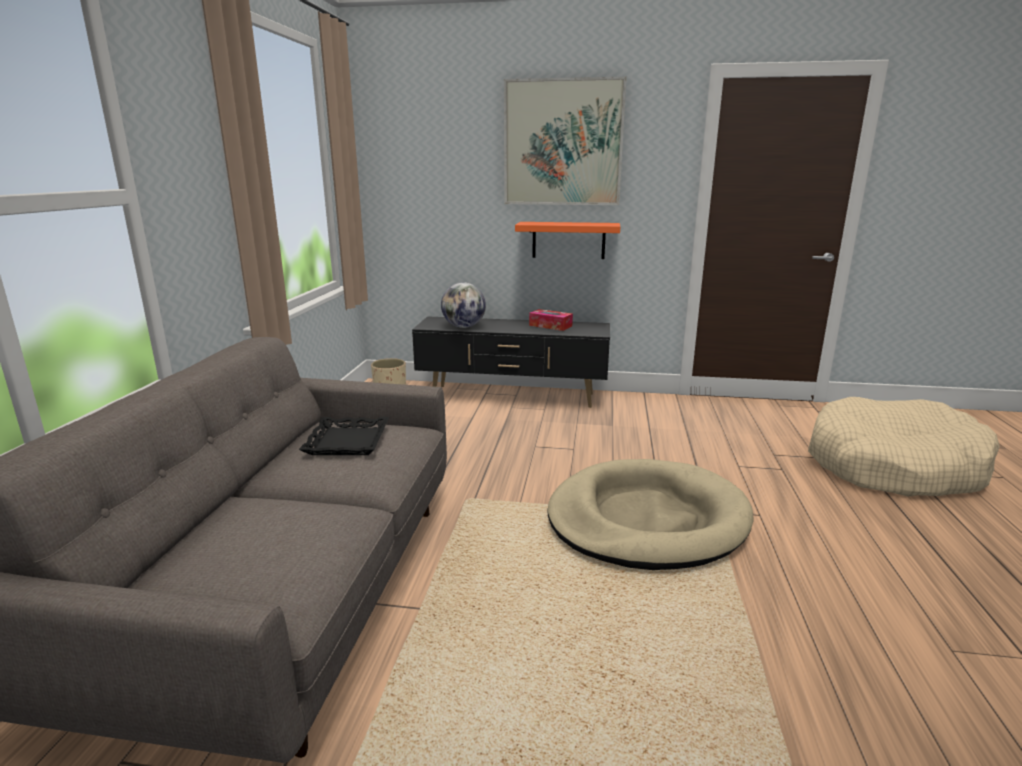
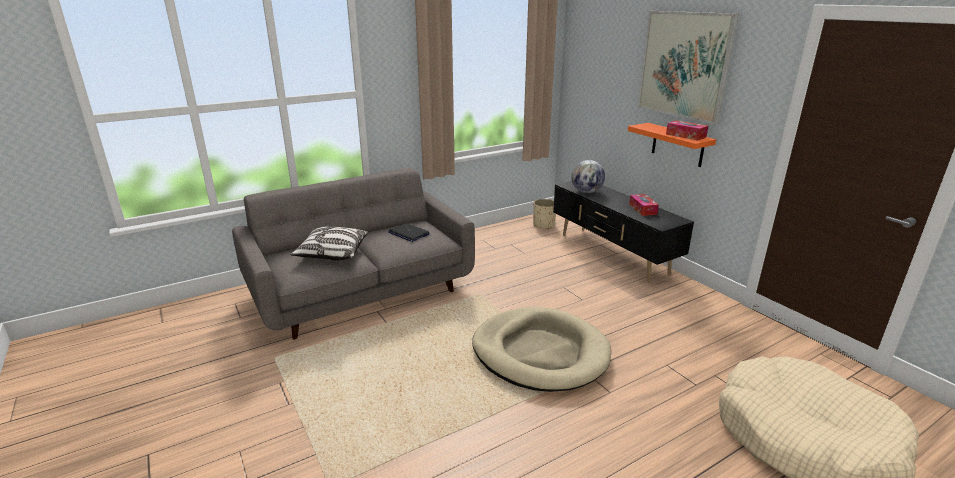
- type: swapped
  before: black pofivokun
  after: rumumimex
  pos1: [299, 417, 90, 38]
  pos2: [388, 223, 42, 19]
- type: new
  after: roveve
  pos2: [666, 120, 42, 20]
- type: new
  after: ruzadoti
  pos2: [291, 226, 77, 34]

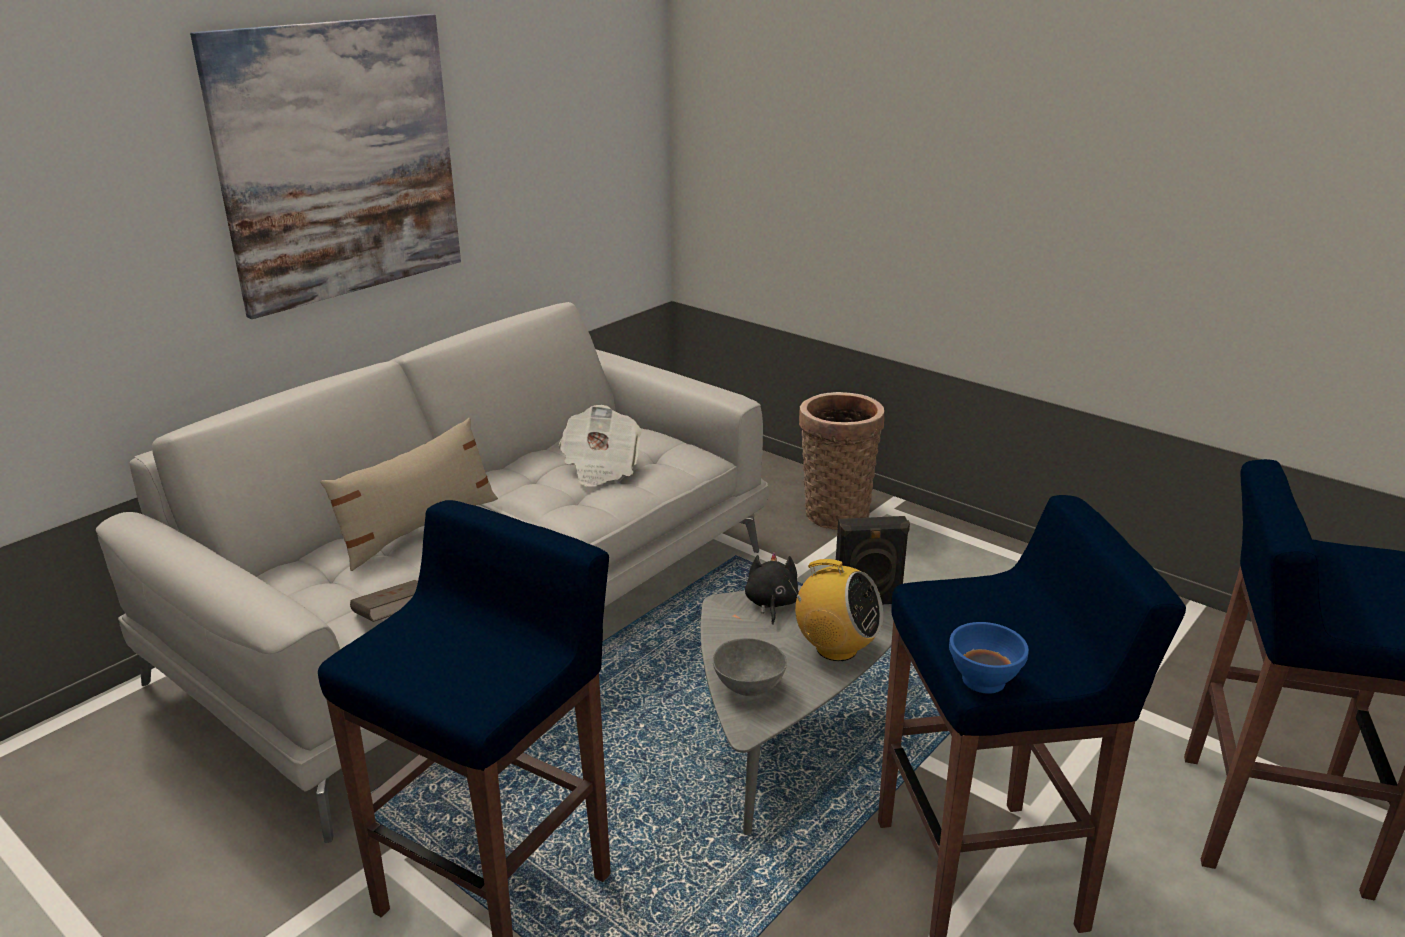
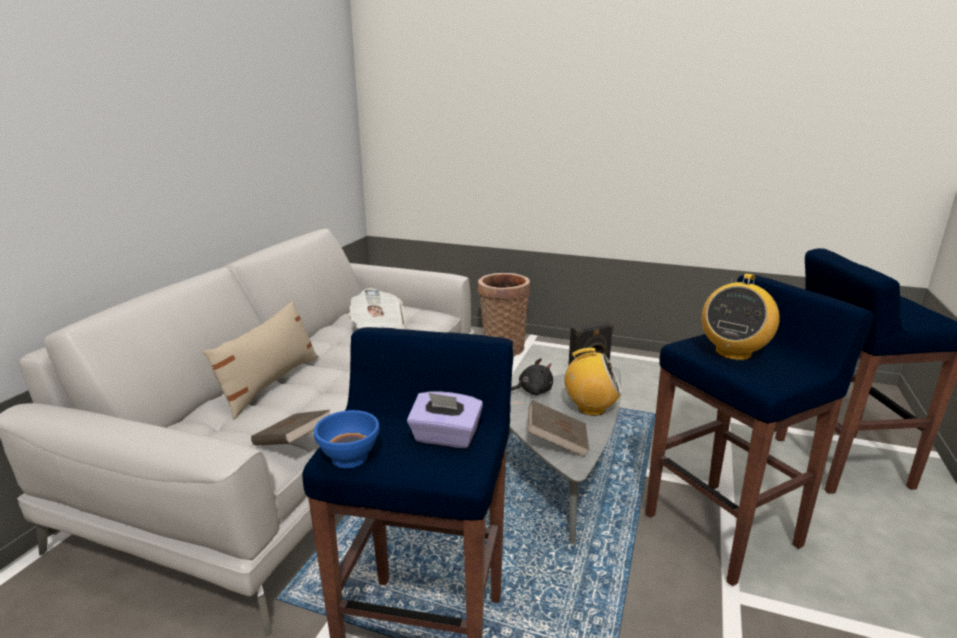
- type: gone
  before: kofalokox
  pos1: [190, 14, 271, 305]
- type: rotated
  before: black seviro
  pos1: [745, 552, 54, 73]
  pos2: [511, 358, 42, 37]
  turn: 90
- type: shifted
  before: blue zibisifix
  pos1: [949, 622, 80, 72]
  pos2: [314, 410, 65, 59]
- type: swapped
  before: grey zibisifix
  after: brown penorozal
  pos1: [713, 638, 74, 58]
  pos2: [528, 400, 61, 57]
- type: new
  after: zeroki
  pos2: [701, 273, 79, 88]
- type: new
  after: purple roveve
  pos2: [407, 391, 76, 57]

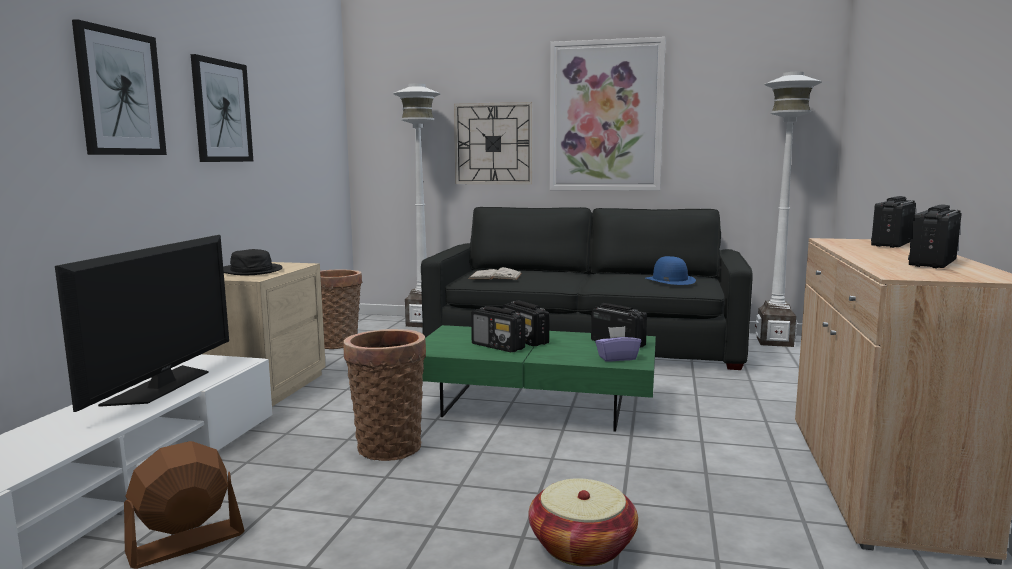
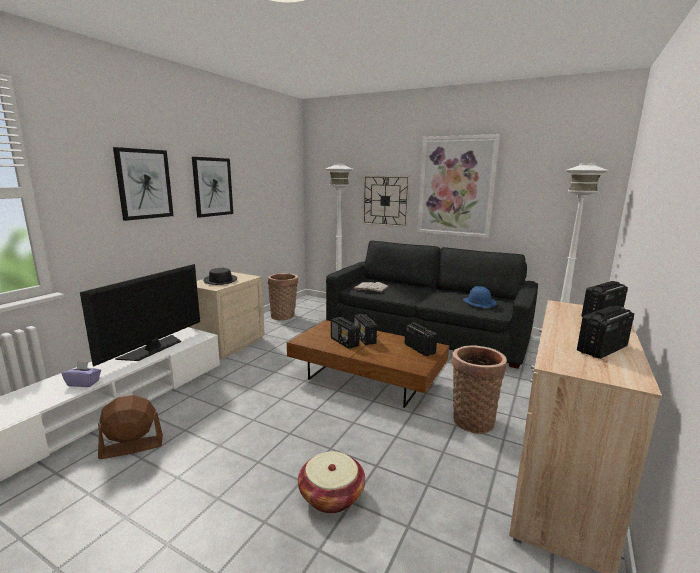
- type: repainted
  before: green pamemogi
  after: brown pamemogi
  pos1: [422, 325, 234, 107]
  pos2: [287, 320, 162, 88]
- type: shifted
  before: purple roveve
  pos1: [595, 326, 46, 36]
  pos2: [62, 361, 39, 26]
- type: shifted
  before: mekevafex
  pos1: [343, 329, 83, 132]
  pos2: [452, 346, 55, 88]

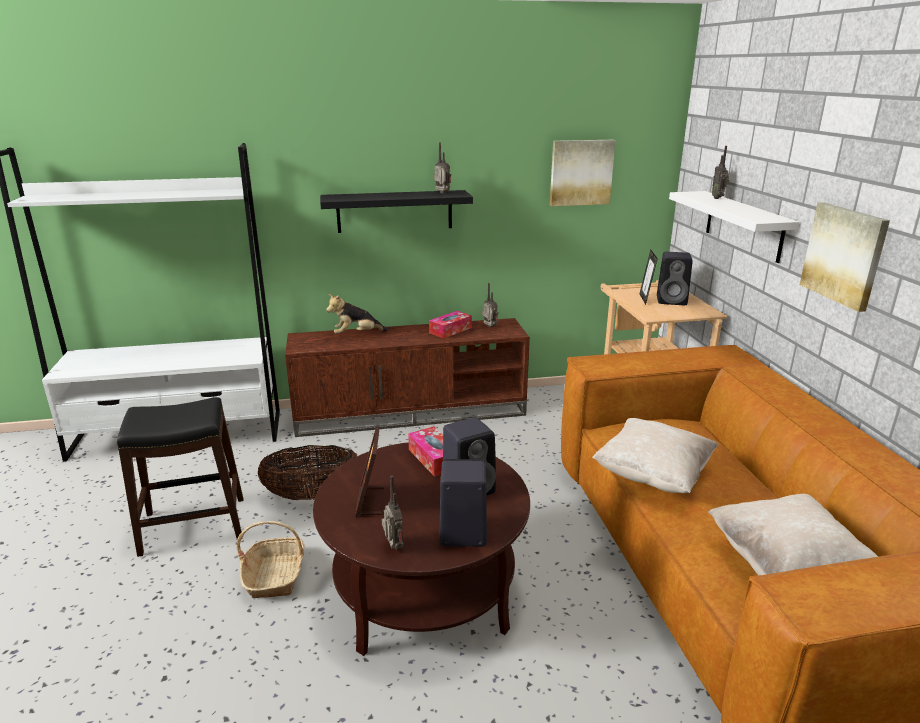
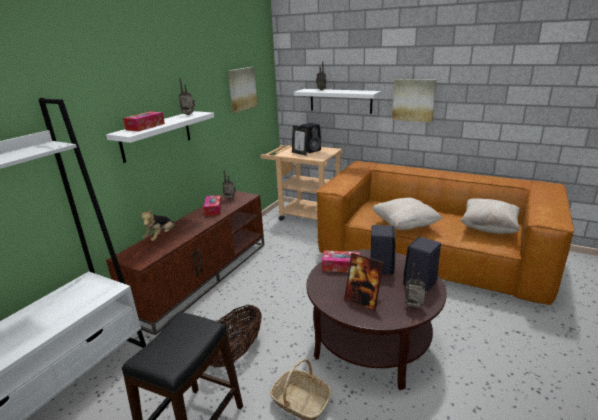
- type: repainted
  before: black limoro
  after: white limoro
  pos1: [320, 190, 153, 43]
  pos2: [106, 111, 108, 52]
- type: new
  after: roveve
  pos2: [123, 112, 42, 19]

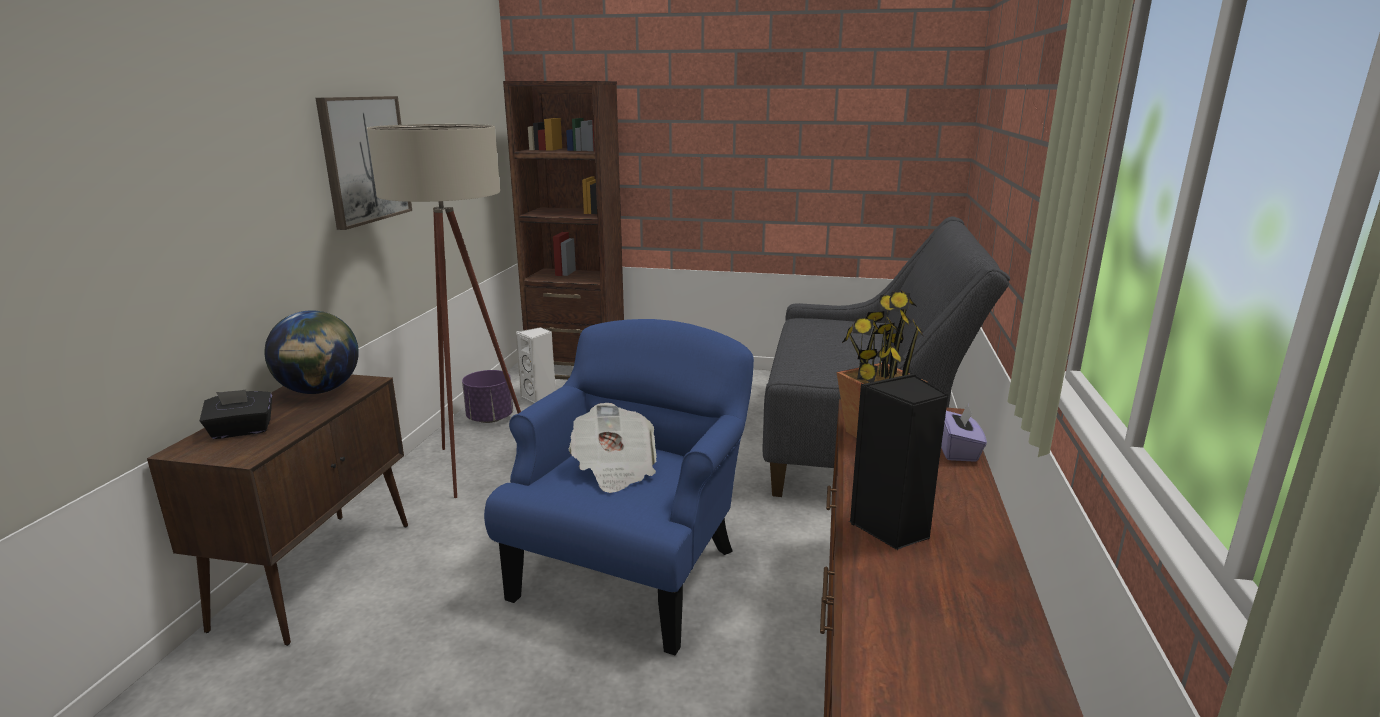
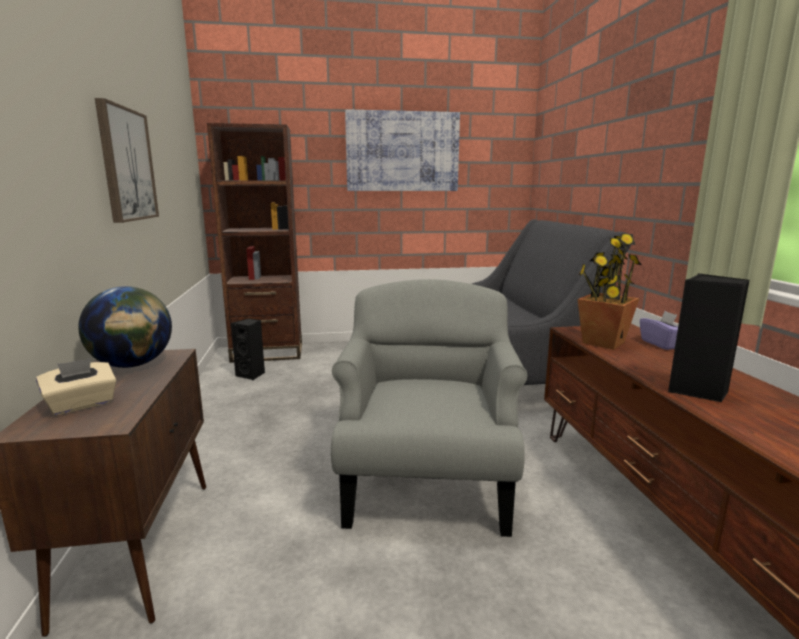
- type: gone
  before: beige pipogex
  pos1: [367, 124, 154, 374]
- type: repainted
  before: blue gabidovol
  after: grey gabidovol
  pos1: [484, 319, 270, 336]
  pos2: [331, 279, 196, 258]
- type: repainted
  before: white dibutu
  after: black dibutu
  pos1: [516, 327, 40, 76]
  pos2: [231, 318, 34, 62]
- type: gone
  before: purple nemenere
  pos1: [462, 370, 51, 53]
- type: repainted
  before: black roveve
  after: beige roveve
  pos1: [200, 390, 72, 49]
  pos2: [36, 358, 81, 58]
- type: gone
  before: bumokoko
  pos1: [569, 403, 87, 90]
- type: new
  after: kofalokox
  pos2: [345, 109, 115, 82]

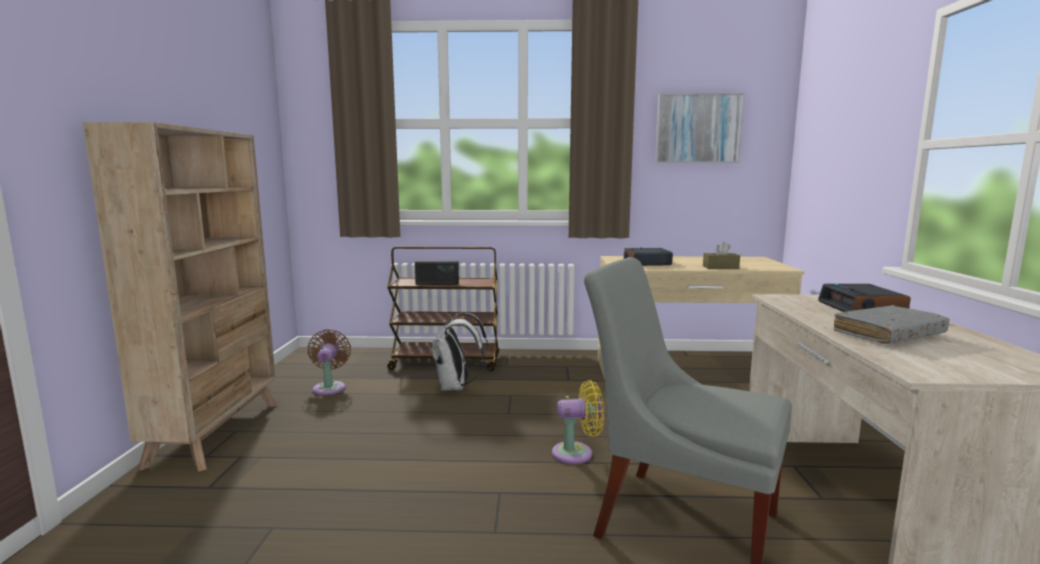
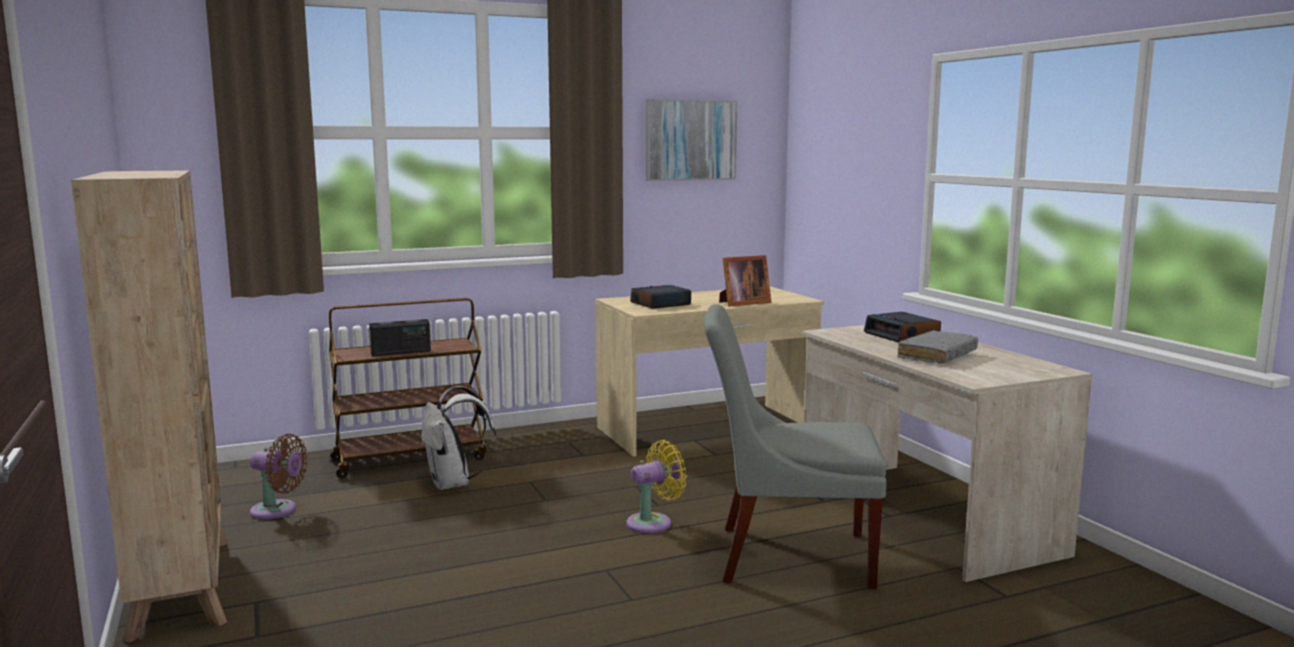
- type: swapped
  before: brown roveve
  after: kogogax
  pos1: [703, 241, 37, 28]
  pos2: [719, 255, 52, 52]
- type: rotated
  before: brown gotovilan
  pos1: [308, 329, 43, 66]
  pos2: [250, 434, 58, 86]
  turn: 135

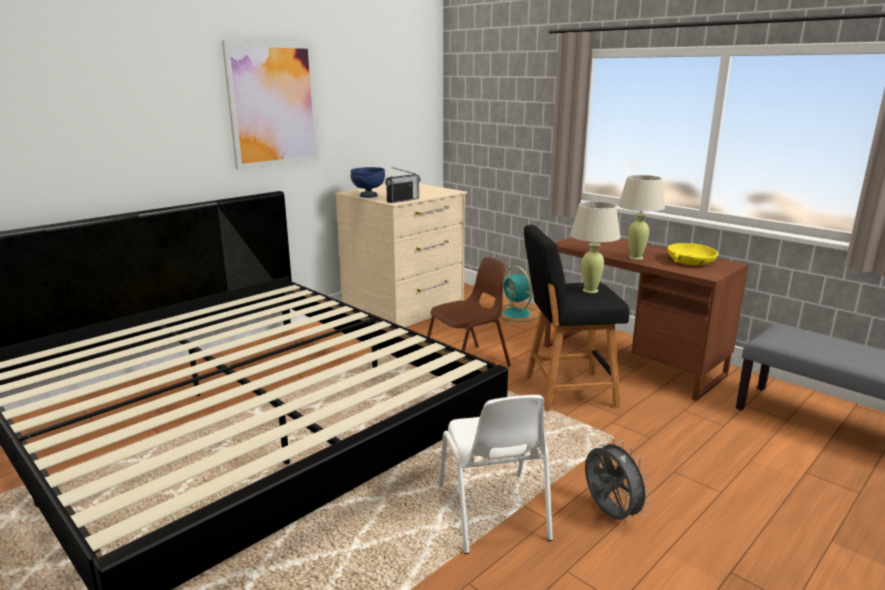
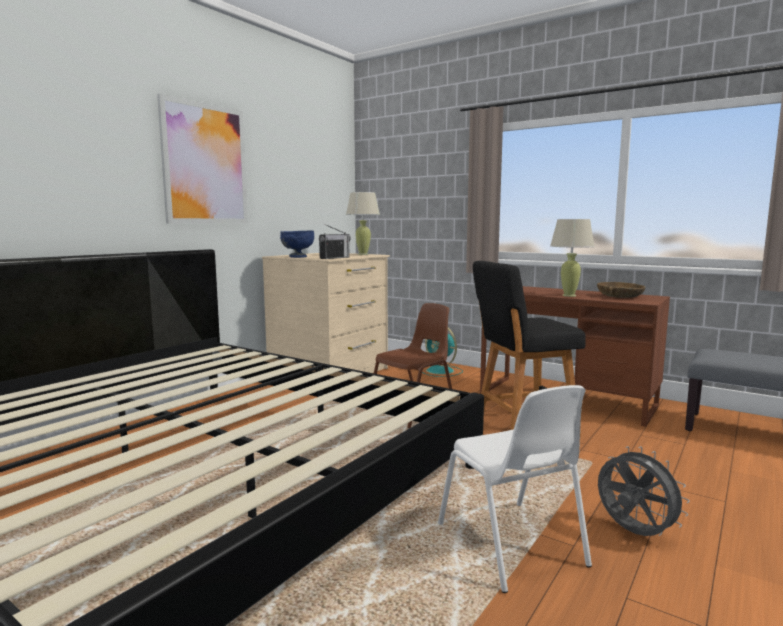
- type: shifted
  before: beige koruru
  pos1: [570, 201, 51, 92]
  pos2: [346, 192, 34, 63]
- type: repainted
  before: yellow zibisifix
  after: brown zibisifix
  pos1: [668, 243, 50, 23]
  pos2: [597, 282, 48, 16]

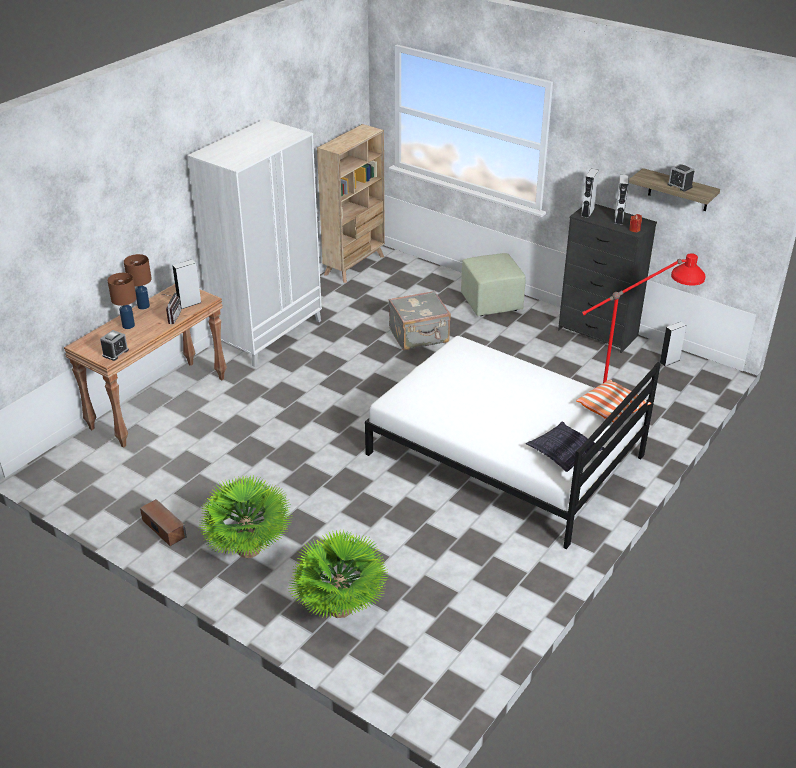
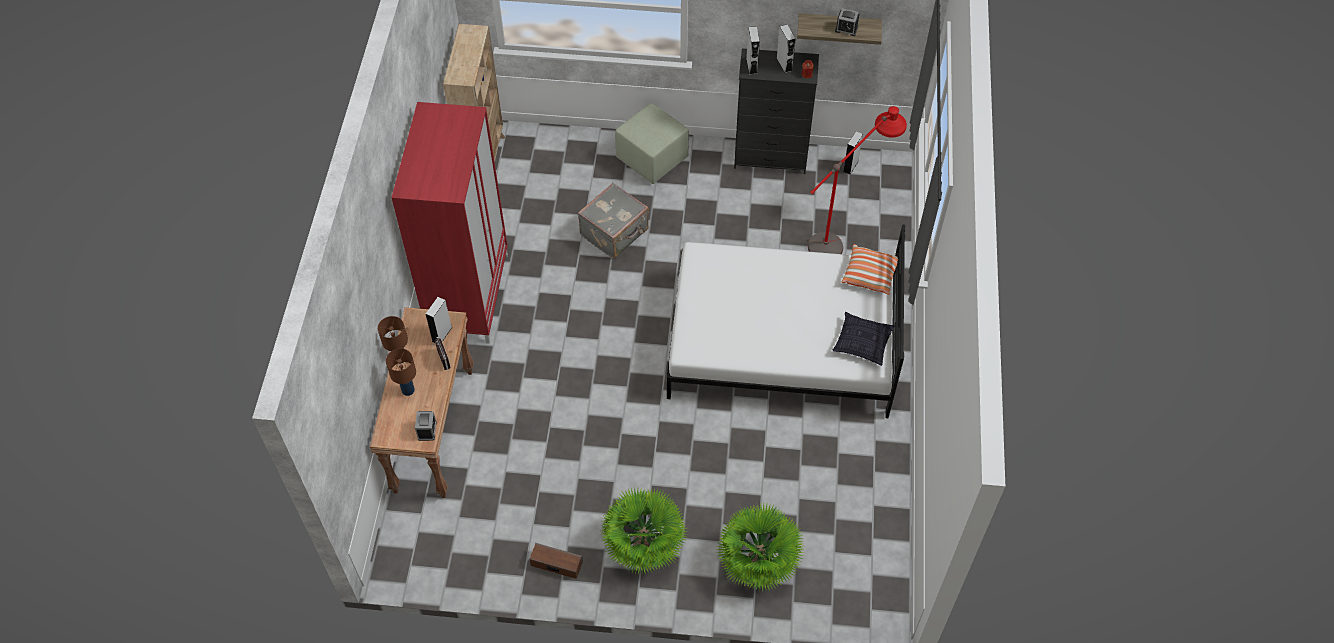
- type: repainted
  before: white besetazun
  after: red besetazun
  pos1: [187, 119, 135, 248]
  pos2: [391, 102, 117, 242]

